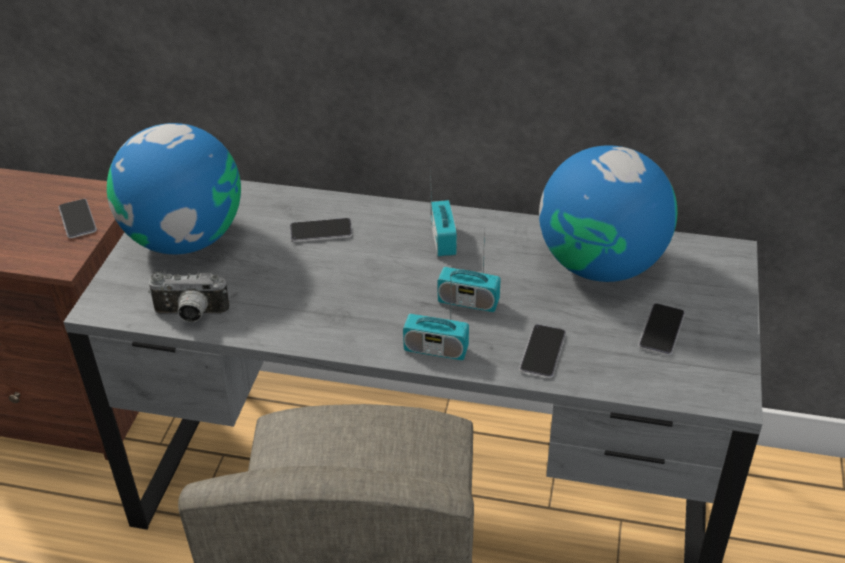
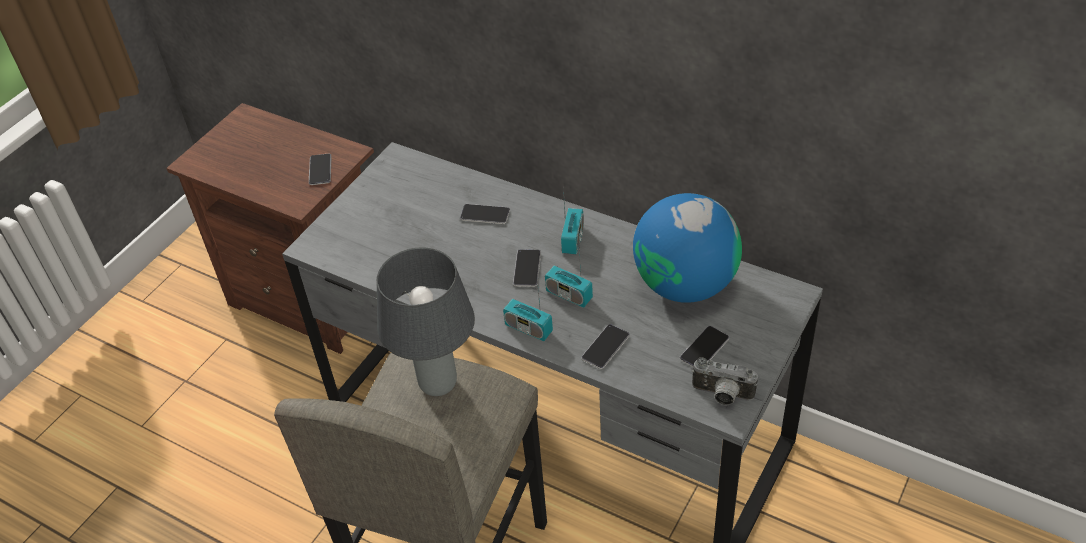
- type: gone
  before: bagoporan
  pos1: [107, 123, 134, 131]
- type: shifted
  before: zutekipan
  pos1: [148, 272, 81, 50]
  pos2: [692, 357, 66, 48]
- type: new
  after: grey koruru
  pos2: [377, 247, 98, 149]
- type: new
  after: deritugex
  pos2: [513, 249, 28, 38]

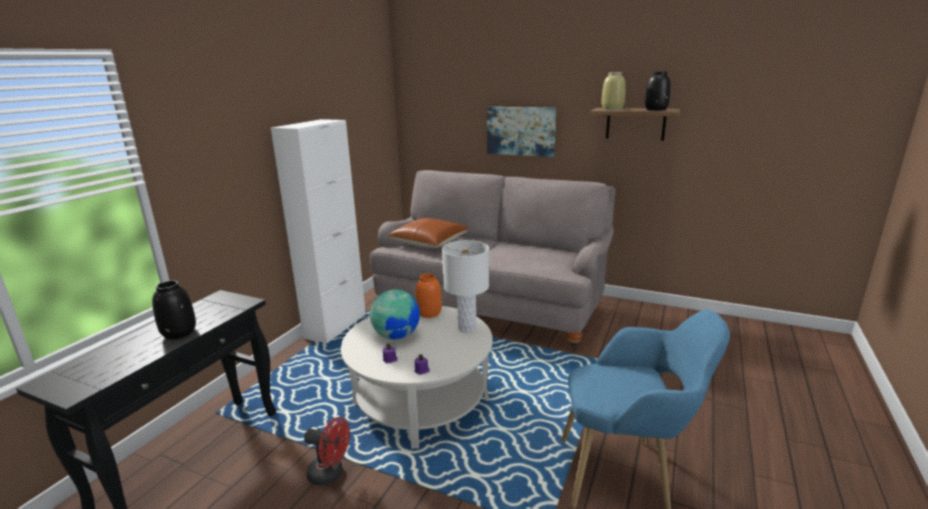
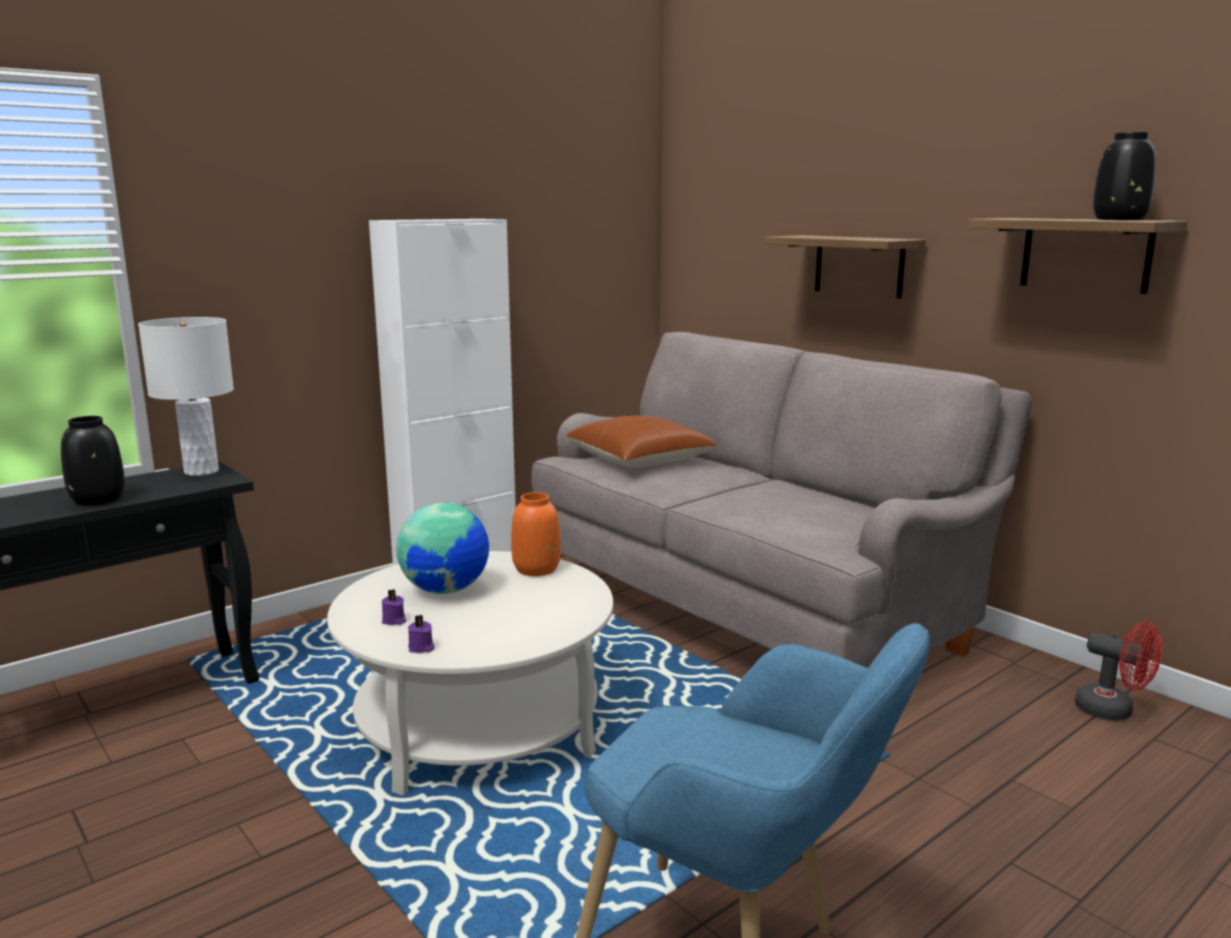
- type: gone
  before: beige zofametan
  pos1: [602, 72, 24, 38]
- type: swapped
  before: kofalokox
  after: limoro
  pos1: [487, 107, 69, 50]
  pos2: [764, 235, 162, 63]
- type: shifted
  before: white koruru
  pos1: [442, 240, 47, 93]
  pos2: [138, 317, 96, 159]
- type: shifted
  before: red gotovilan
  pos1: [304, 417, 46, 68]
  pos2: [1075, 622, 87, 98]

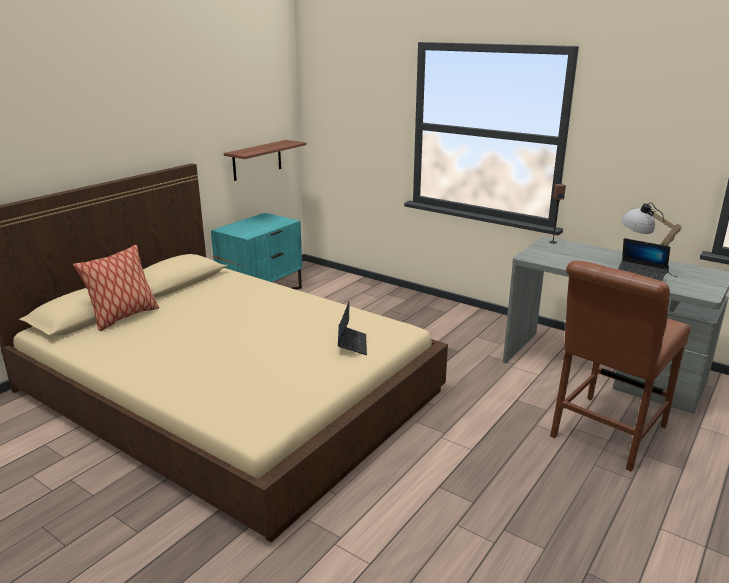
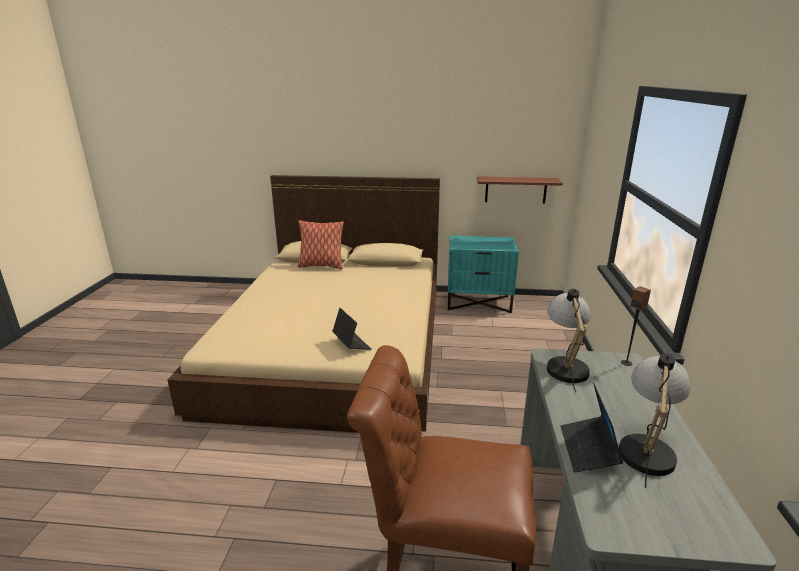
- type: rotated
  before: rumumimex
  pos1: [338, 302, 29, 53]
  pos2: [332, 308, 40, 42]
  turn: -90
- type: new
  after: koruru
  pos2: [547, 289, 43, 104]

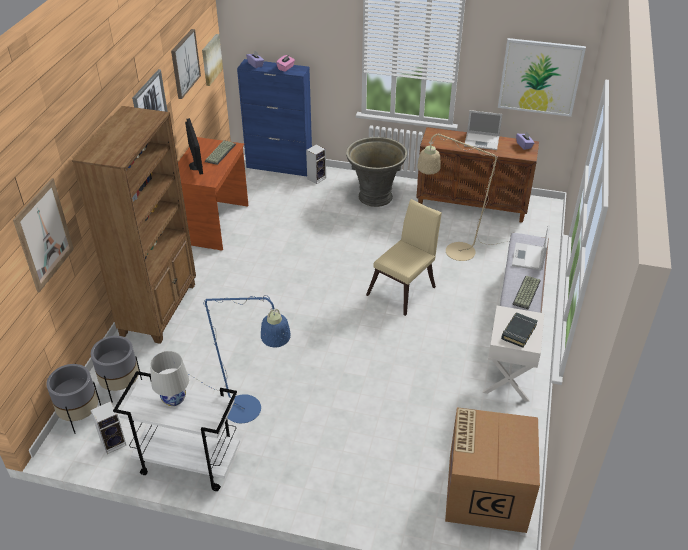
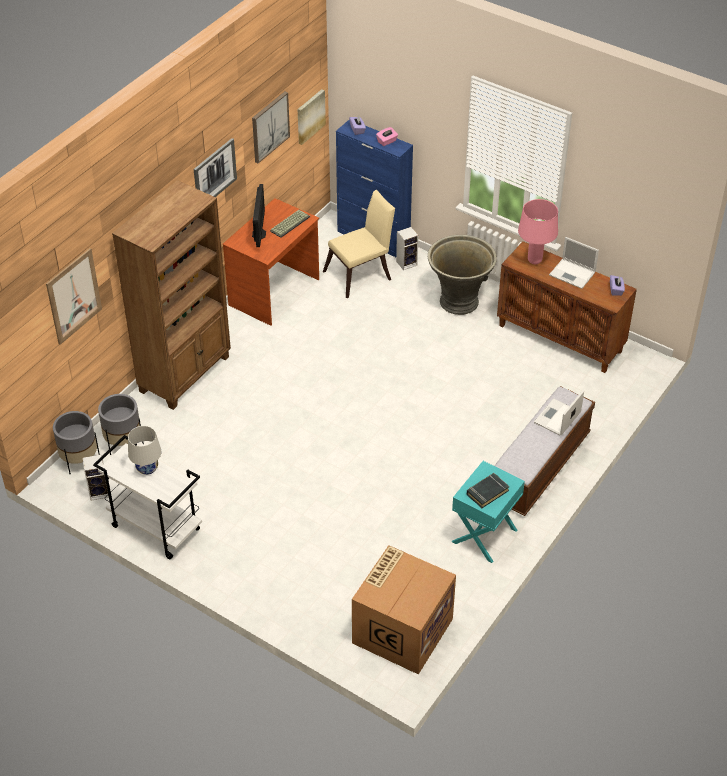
- type: gone
  before: kofalokox
  pos1: [498, 38, 88, 79]
- type: gone
  before: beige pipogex
  pos1: [417, 133, 117, 128]
- type: shifted
  before: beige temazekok
  pos1: [366, 199, 76, 117]
  pos2: [323, 190, 72, 108]
- type: gone
  before: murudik
  pos1: [512, 275, 29, 34]
- type: gone
  before: blue pipogex
  pos1: [187, 295, 104, 128]
- type: repainted
  before: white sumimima
  after: turquoise sumimima
  pos1: [482, 306, 62, 96]
  pos2: [452, 461, 73, 102]
- type: new
  after: pink koruru
  pos2: [518, 199, 40, 65]

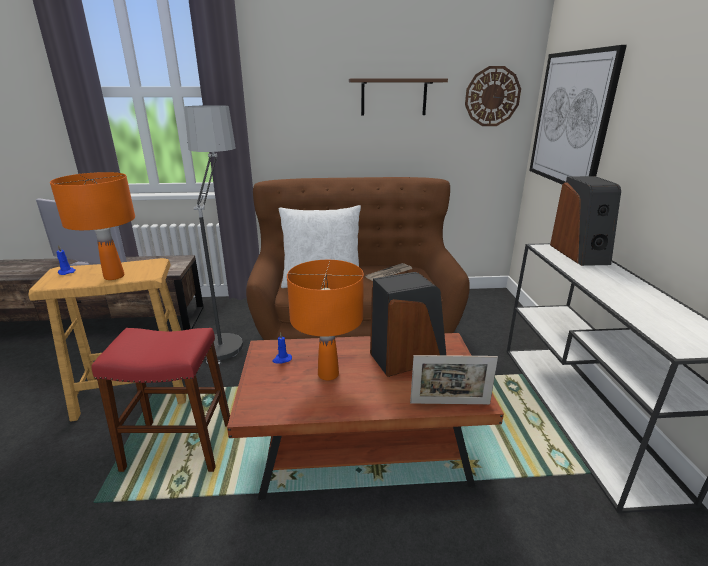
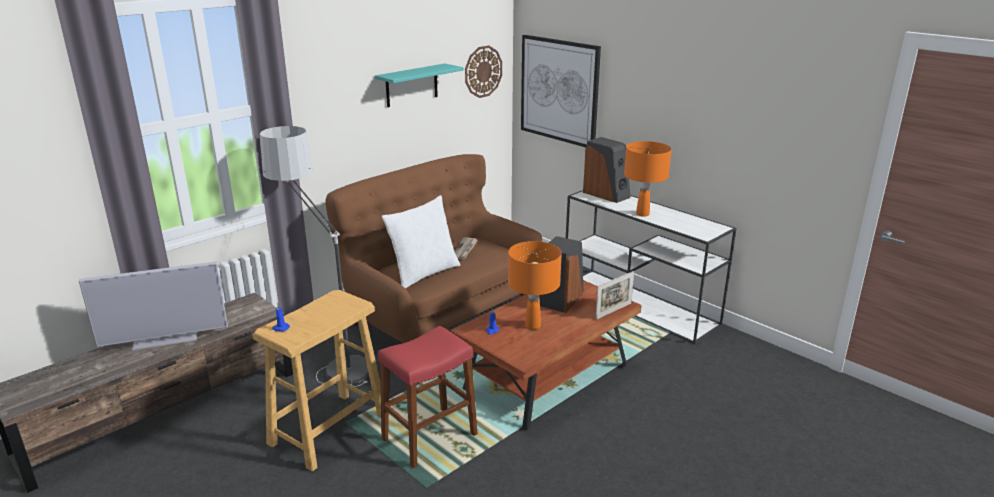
- type: repainted
  before: brown limoro
  after: turquoise limoro
  pos1: [349, 78, 99, 38]
  pos2: [375, 63, 89, 44]
- type: shifted
  before: orange koruru
  pos1: [50, 172, 85, 108]
  pos2: [624, 141, 48, 76]

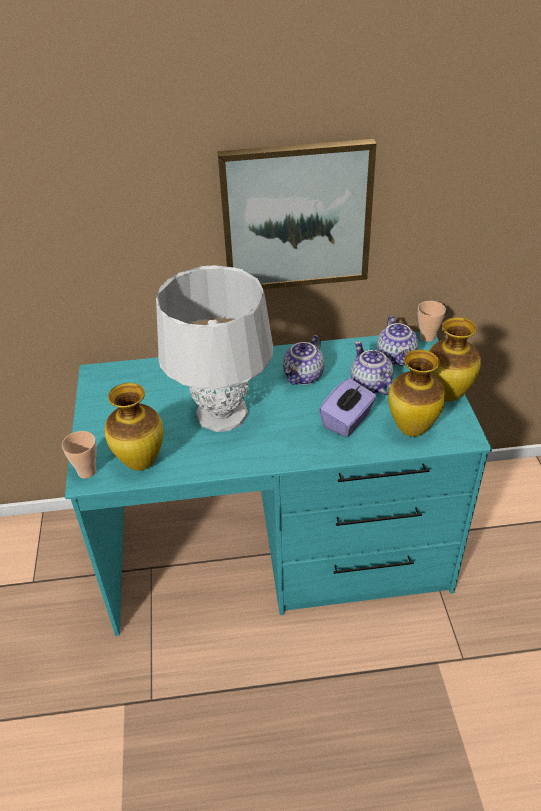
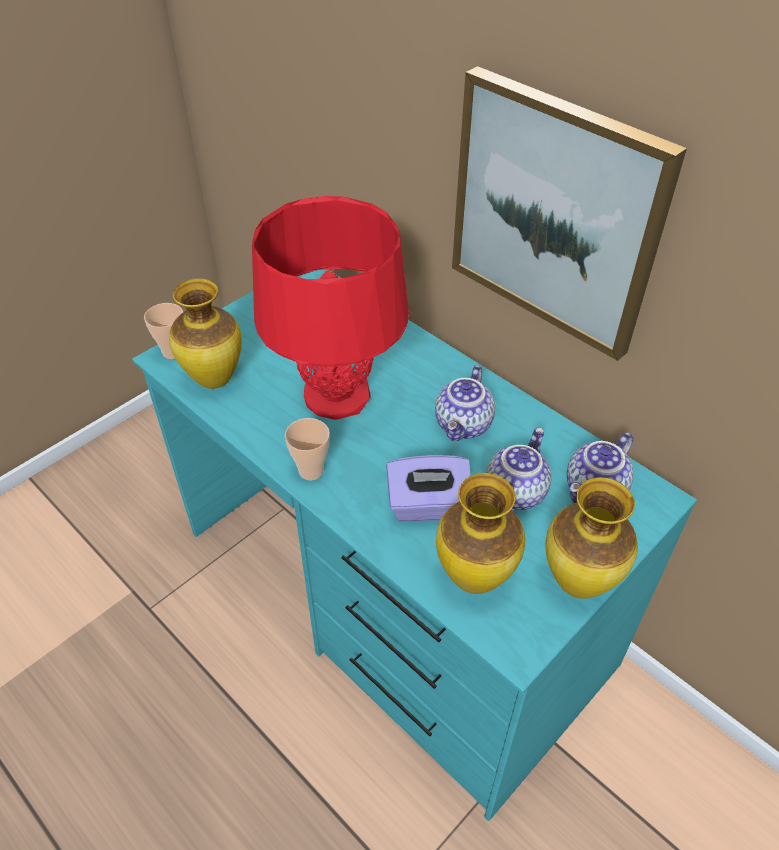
- type: repainted
  before: grey koruru
  after: red koruru
  pos1: [156, 265, 117, 167]
  pos2: [252, 196, 157, 224]
- type: shifted
  before: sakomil
  pos1: [418, 301, 28, 41]
  pos2: [285, 418, 45, 62]
- type: rotated
  before: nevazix
  pos1: [283, 335, 42, 50]
  pos2: [435, 365, 60, 76]
  turn: -60

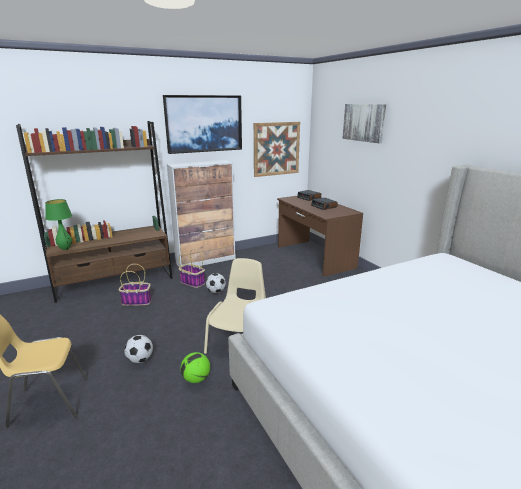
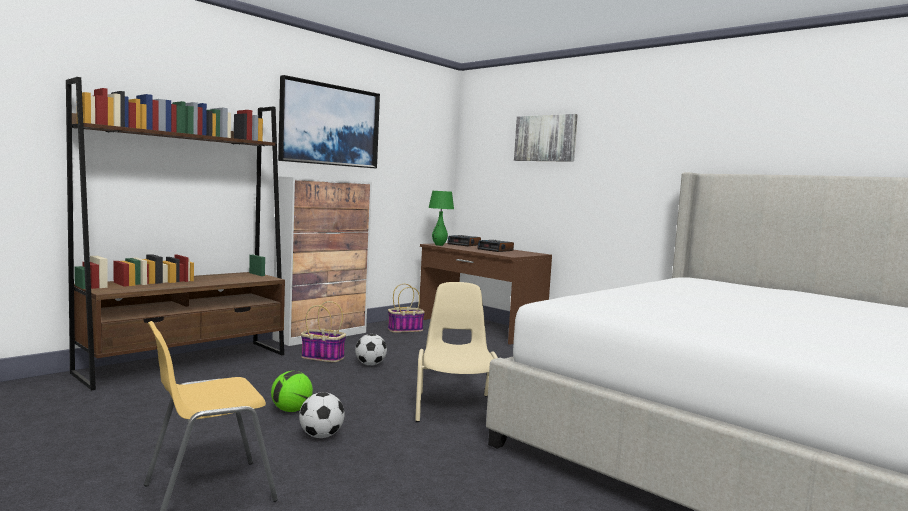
- type: gone
  before: kofalokox
  pos1: [254, 122, 46, 55]
- type: shifted
  before: green koruru
  pos1: [45, 199, 27, 51]
  pos2: [428, 191, 26, 55]
- type: shifted
  before: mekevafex
  pos1: [119, 264, 32, 42]
  pos2: [388, 284, 37, 48]
- type: shifted
  before: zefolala
  pos1: [181, 352, 29, 31]
  pos2: [271, 371, 42, 41]

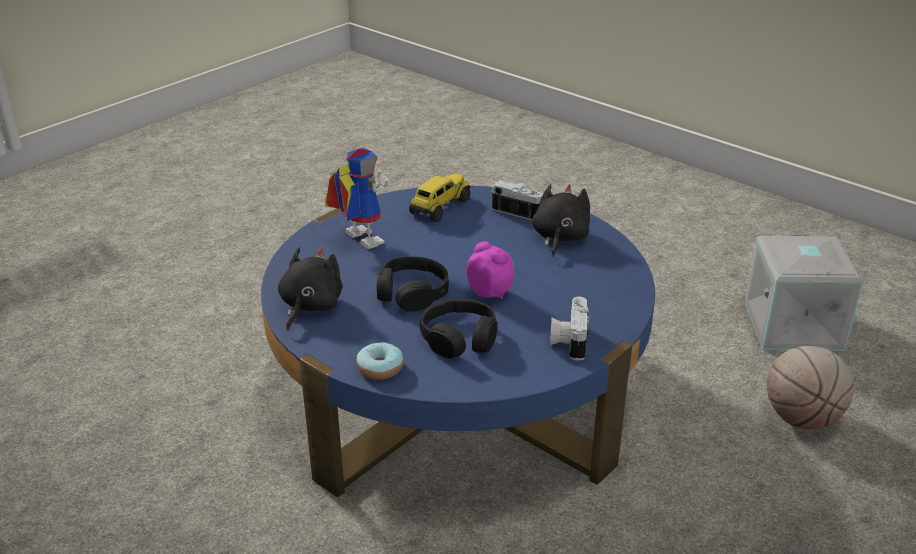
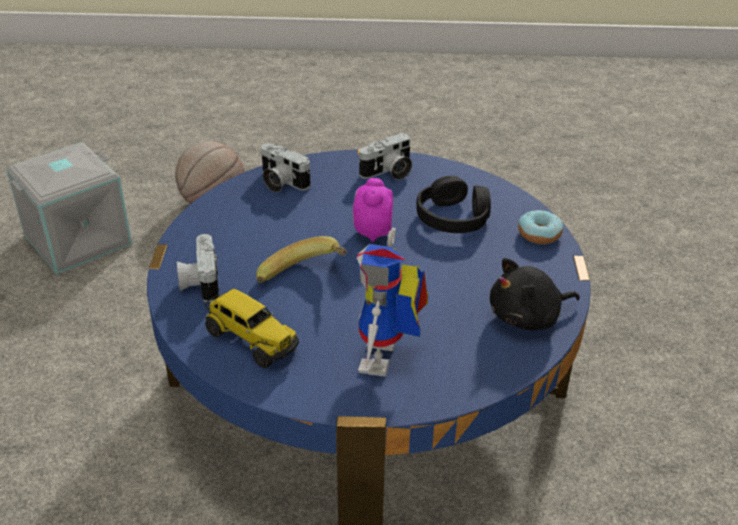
- type: rotated
  before: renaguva
  pos1: [409, 173, 61, 49]
  pos2: [205, 289, 94, 80]
  turn: -135
- type: gone
  before: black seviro
  pos1: [532, 184, 58, 73]
- type: gone
  before: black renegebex
  pos1: [377, 257, 72, 55]
- type: new
  after: zutekipan
  pos2: [261, 143, 50, 49]
- type: new
  after: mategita
  pos2: [257, 236, 91, 47]

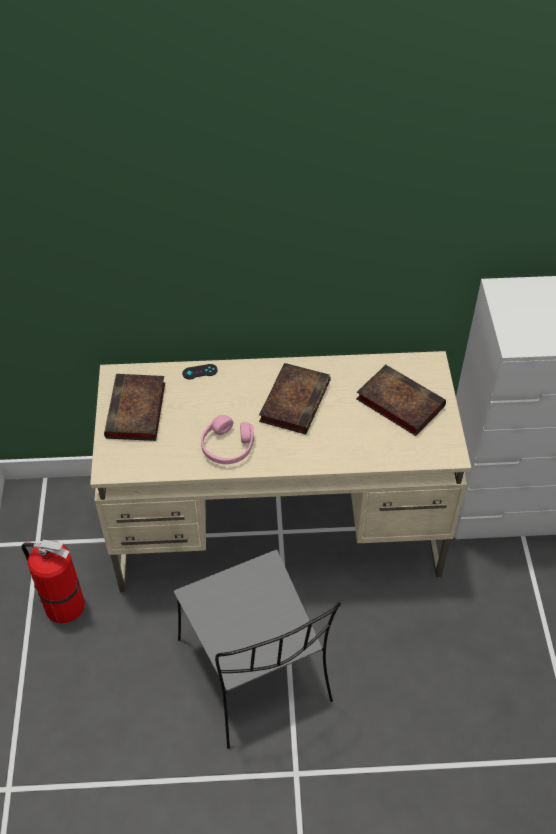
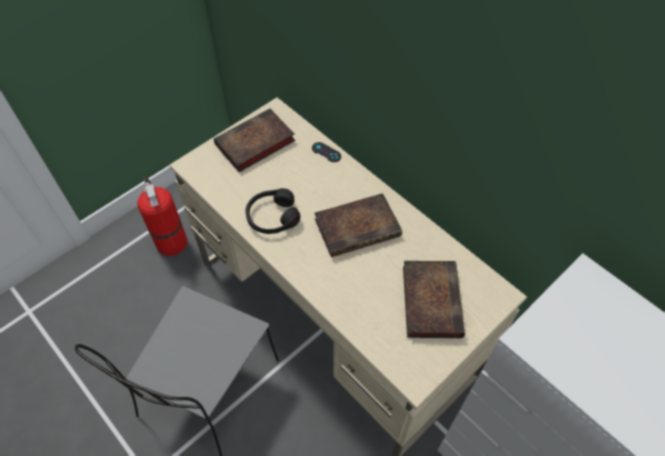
- type: repainted
  before: pink renegebex
  after: black renegebex
  pos1: [201, 415, 53, 49]
  pos2: [245, 188, 56, 46]

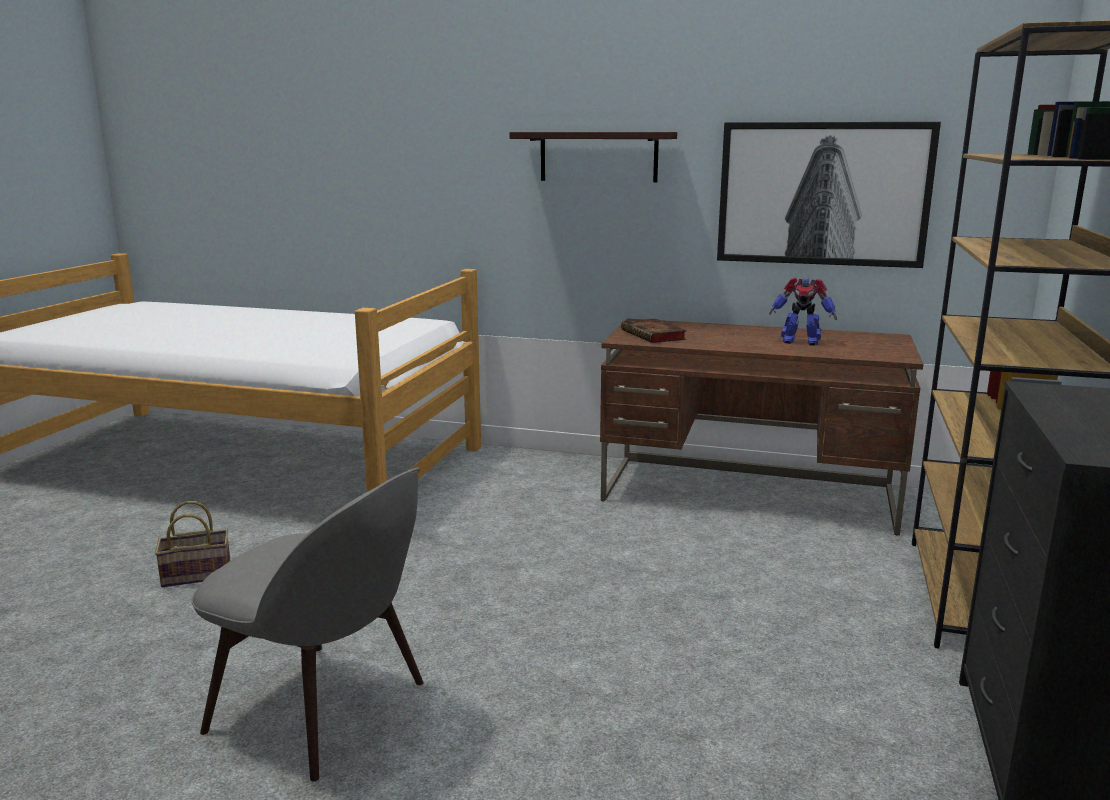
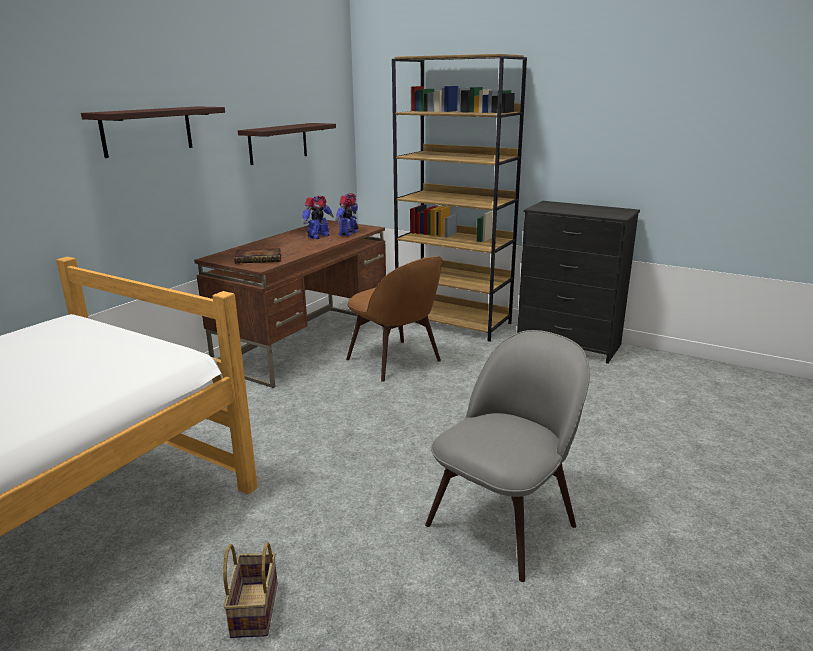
- type: swapped
  before: kofalokox
  after: limoro
  pos1: [717, 122, 224, 146]
  pos2: [238, 123, 98, 42]
- type: new
  after: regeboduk
  pos2: [335, 193, 24, 43]
- type: new
  after: brown temazekok
  pos2: [346, 256, 96, 126]

